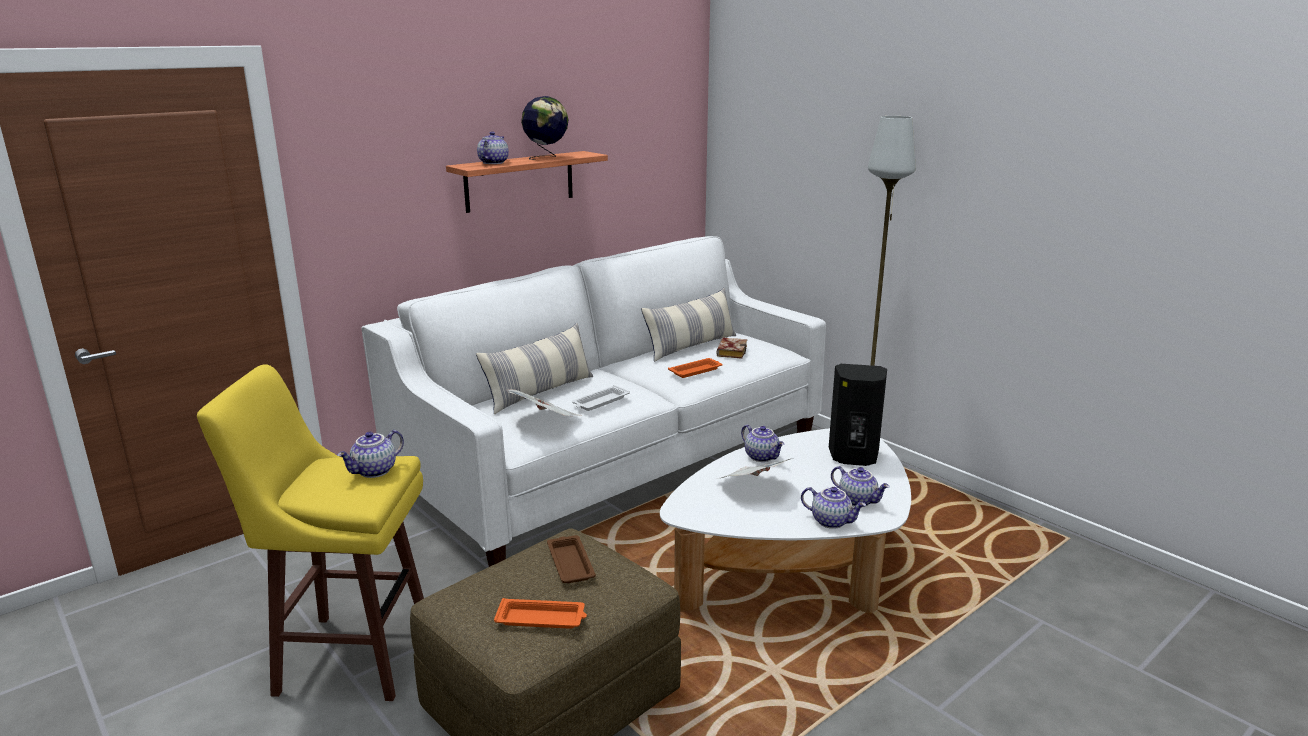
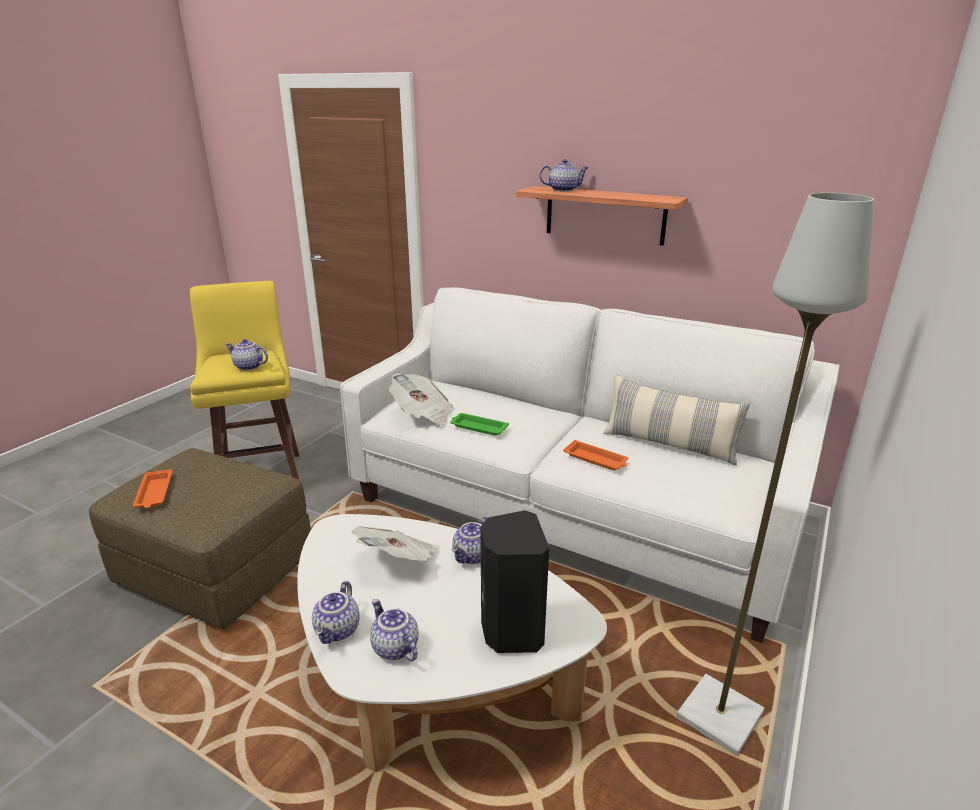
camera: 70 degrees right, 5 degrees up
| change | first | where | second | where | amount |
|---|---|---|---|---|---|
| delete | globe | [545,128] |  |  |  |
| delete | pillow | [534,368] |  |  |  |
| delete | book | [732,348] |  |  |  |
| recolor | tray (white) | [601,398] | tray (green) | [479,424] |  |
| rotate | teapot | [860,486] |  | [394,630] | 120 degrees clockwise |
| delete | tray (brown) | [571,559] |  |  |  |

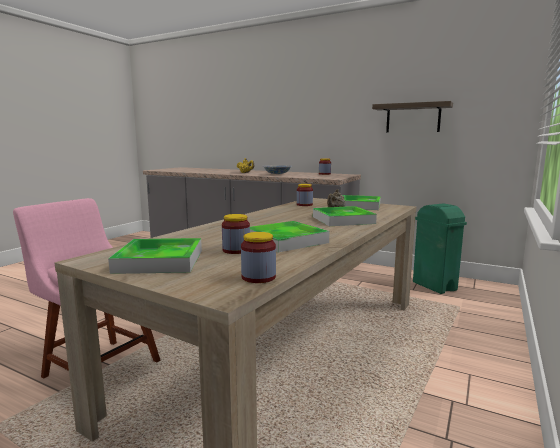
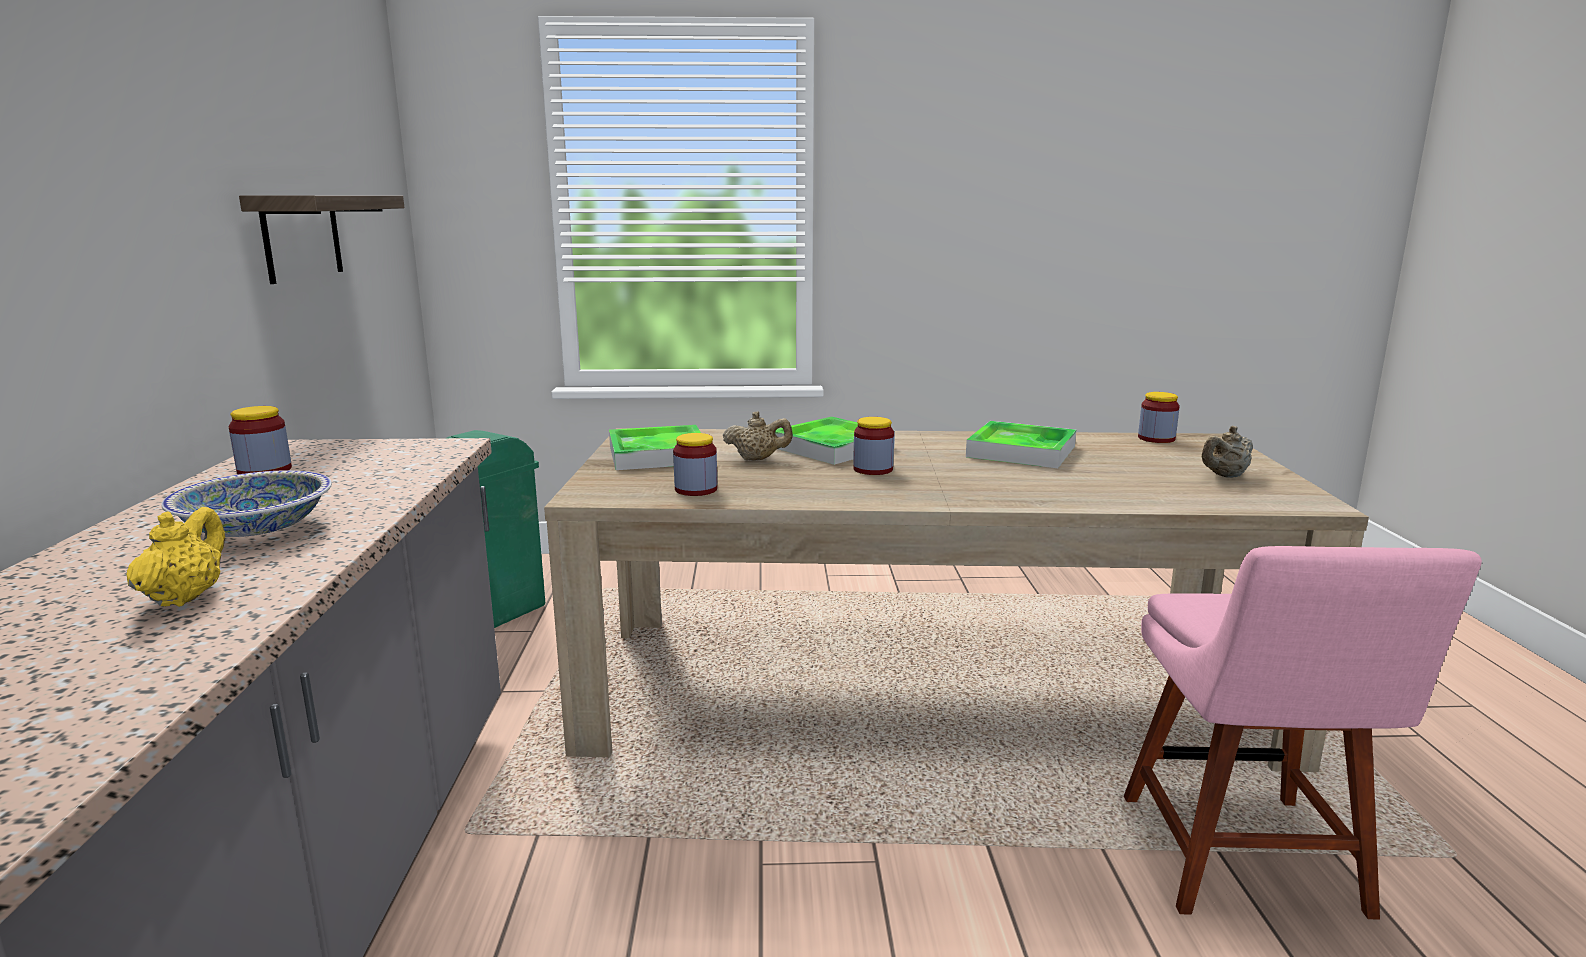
camera: 120 degrees left, 5 degrees up
| change | first | where | second | where | amount |
|---|---|---|---|---|---|
| move | jar | [236,234] |  | [873,446] |  |
| replace | tray | [155,256] | teapot (beige) | [1227,452] |  |

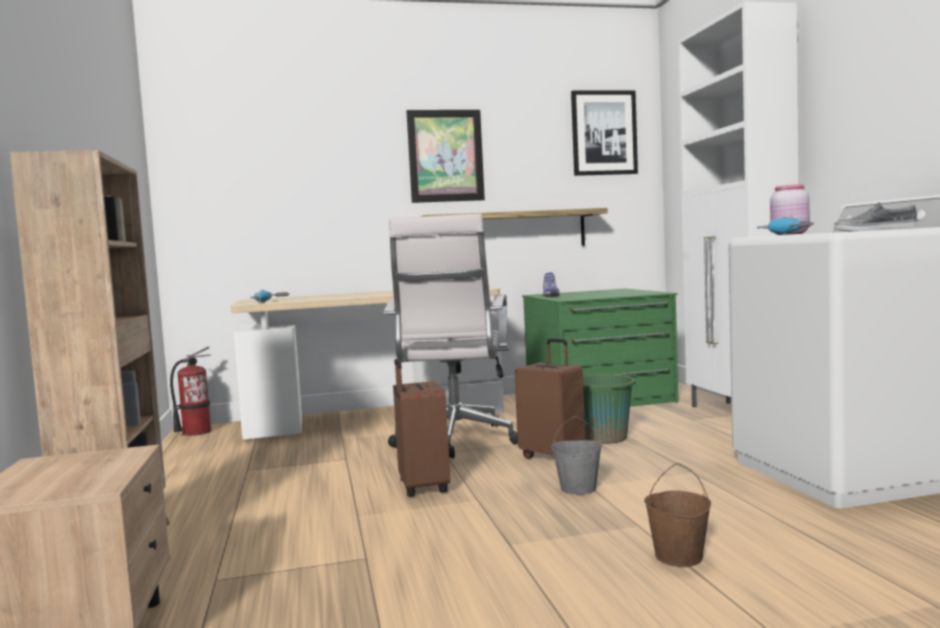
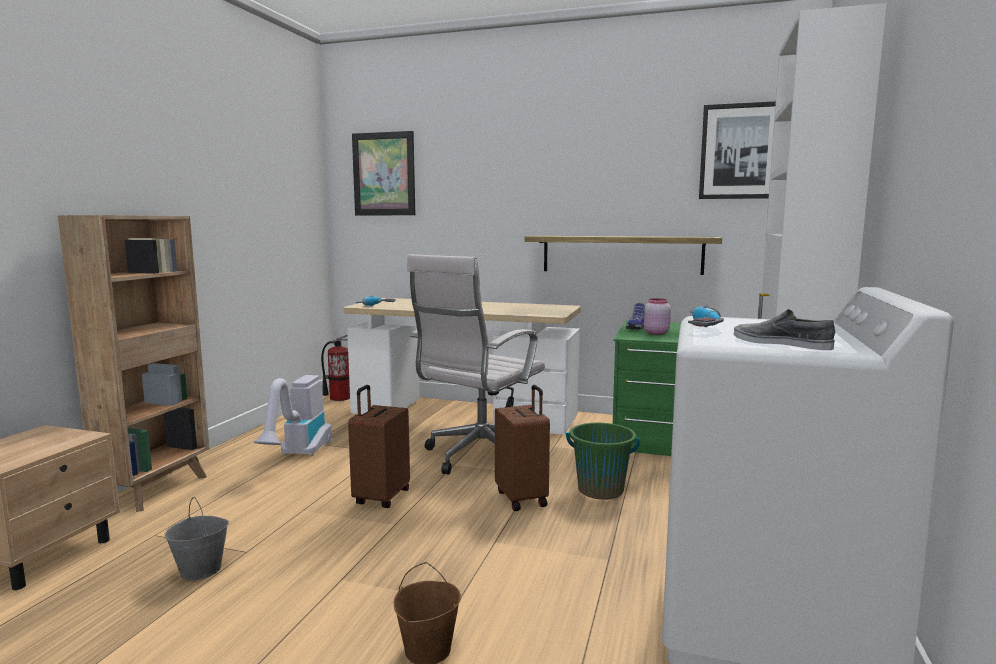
camera: 30 degrees right, 5 degrees up
| change | first | where | second | where | amount |
|---|---|---|---|---|---|
| move | picture | [445,156] |  | [384,173] |  |
| move | jar (pink) | [790,209] |  | [657,316] |  |
| move | bucket (grey) | [576,455] |  | [197,538] |  |
| insert |  |  | vacuum cleaner | [293,415] |  |

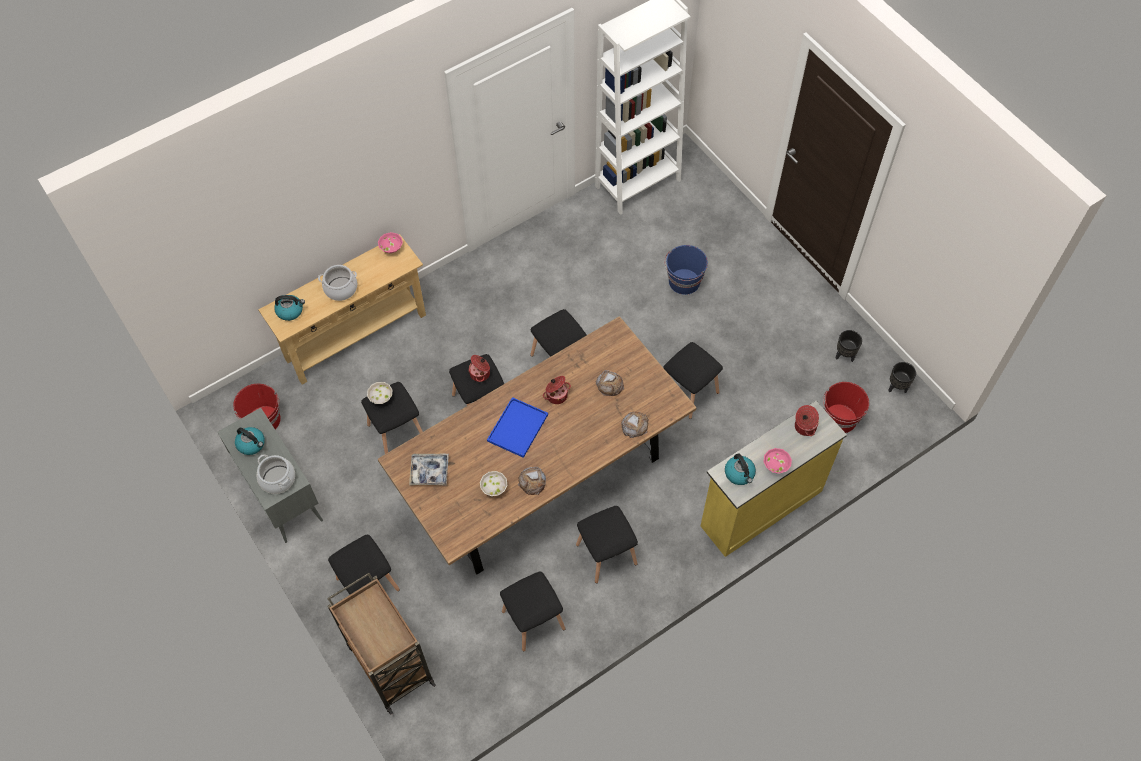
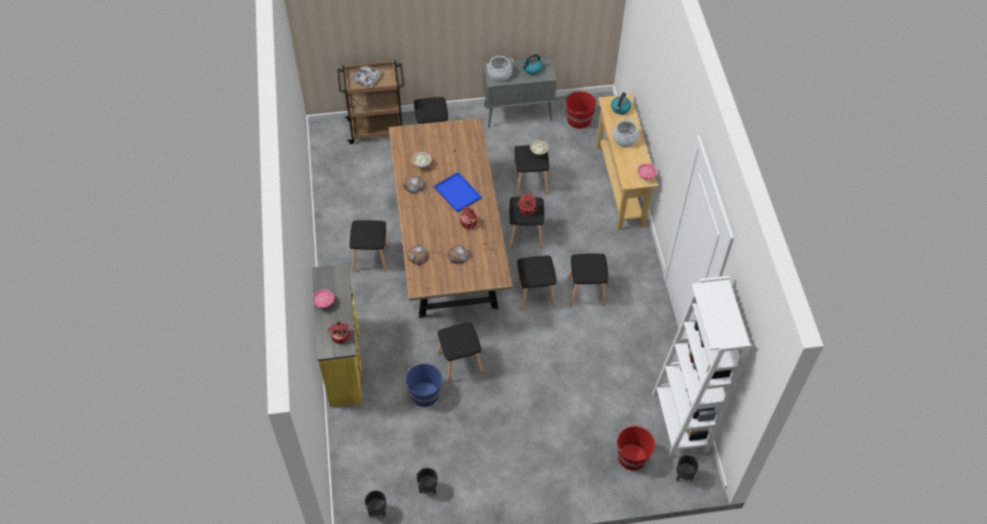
camera: 115 degrees right, 5 degrees down
| change | first | where | second | where | amount |
|---|---|---|---|---|---|
| move | bucket (blue) | [686,270] |  | [423,384] |  |
| move | bucket (red) | [846,407] |  | [635,448] |  |
| move | tray | [429,469] |  | [366,76] |  |
| delete | kettle | [740,469] |  |  |  |
| move | stool (black) | [532,611] |  | [588,280] |  |
| insert |  |  | planter (black) | [687,468] |  |

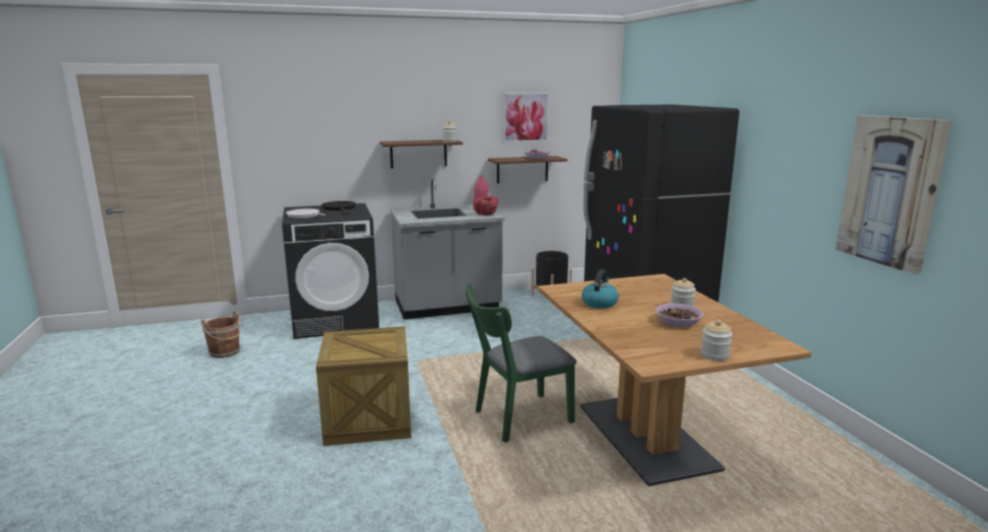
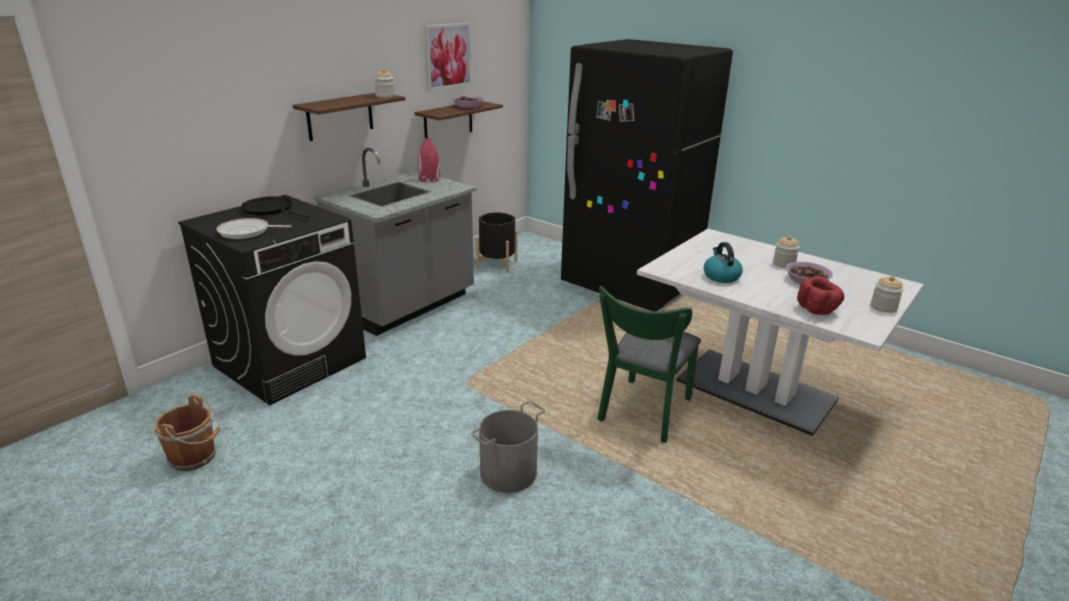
camera: 35 degrees left, 10 degrees up
| change | first | where | second | where | amount |
|---|---|---|---|---|---|
| delete | picture | [893,195] |  |  |  |
| move | bowl (red) | [486,205] |  | [820,295] |  |
| recolor | dining table (brown) | [674,380] | dining table (white) | [780,332] |  |
| replace | crate | [363,386] | bucket (grey) | [508,447] |  |

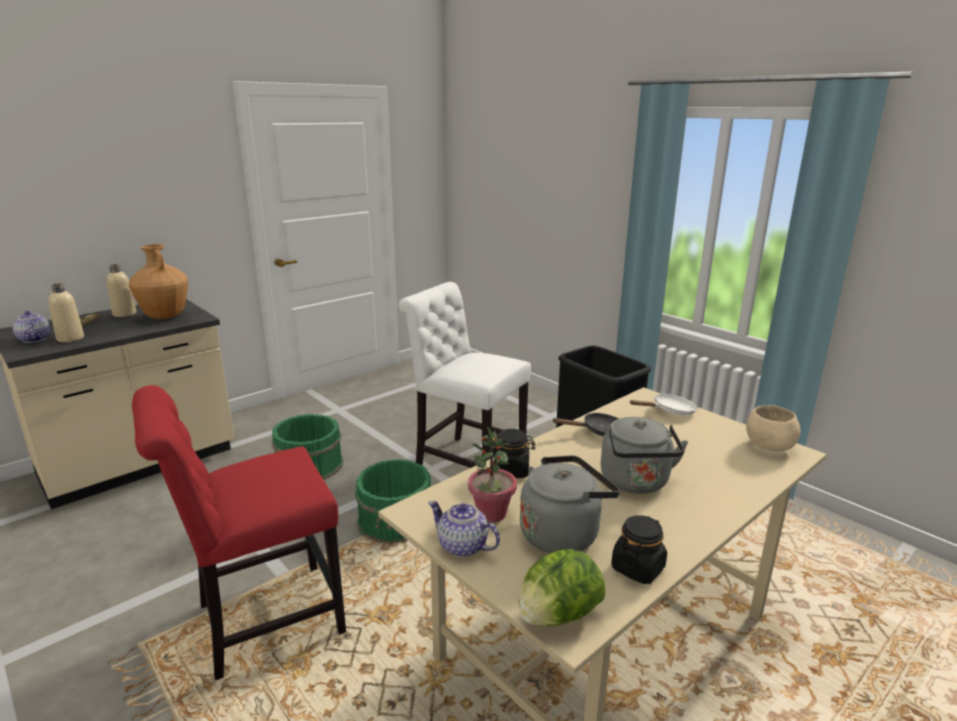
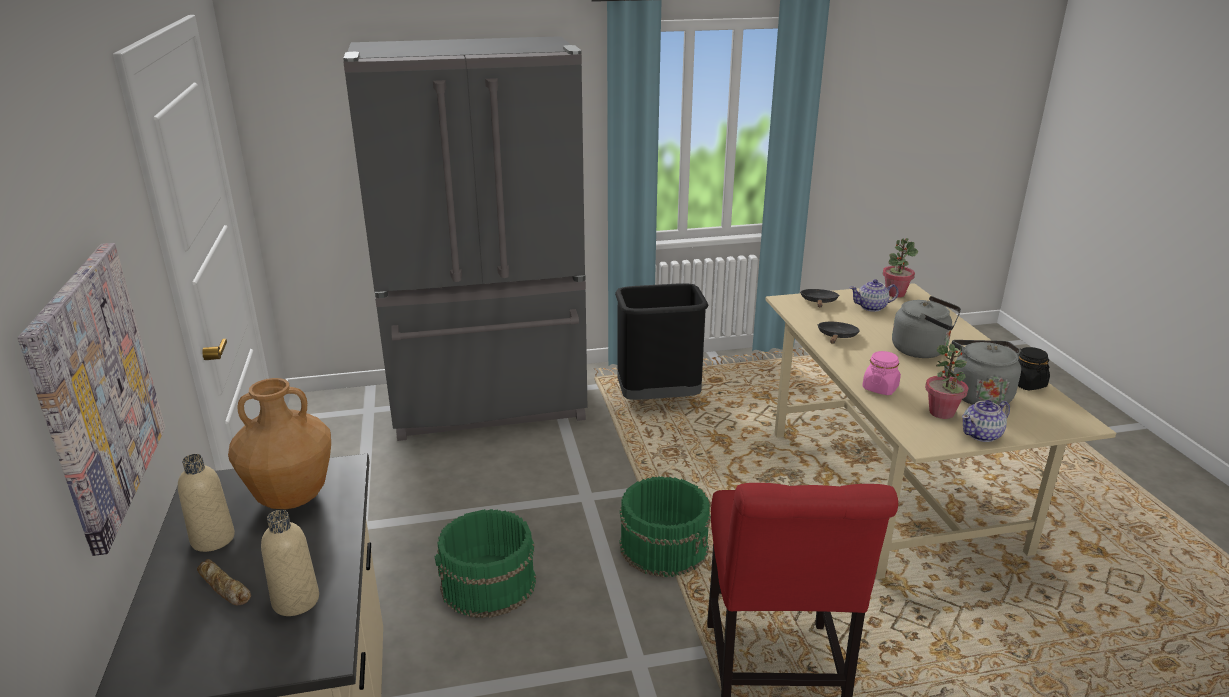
camera: 60 degrees left, 5 degrees up
| change | first | where | second | where | amount |
|---|---|---|---|---|---|
| delete | chair (white) | [465,375] |  |  |  |
| move | teapot | [31,327] |  | [874,295] |  |
| recolor | frying pan (white) | [664,404] | frying pan (black) | [819,298] |  |
| replace | bowl (beige) | [773,428] | potted plant | [900,268] |  |
| recolor | jar (black) | [512,453] | jar (pink) | [881,373] |  |
| delete | lettuce | [562,587] |  |  |  |
| insert |  |  | fridge (grey) | [465,238] |  |
| insert |  |  | picture | [91,399] |  |

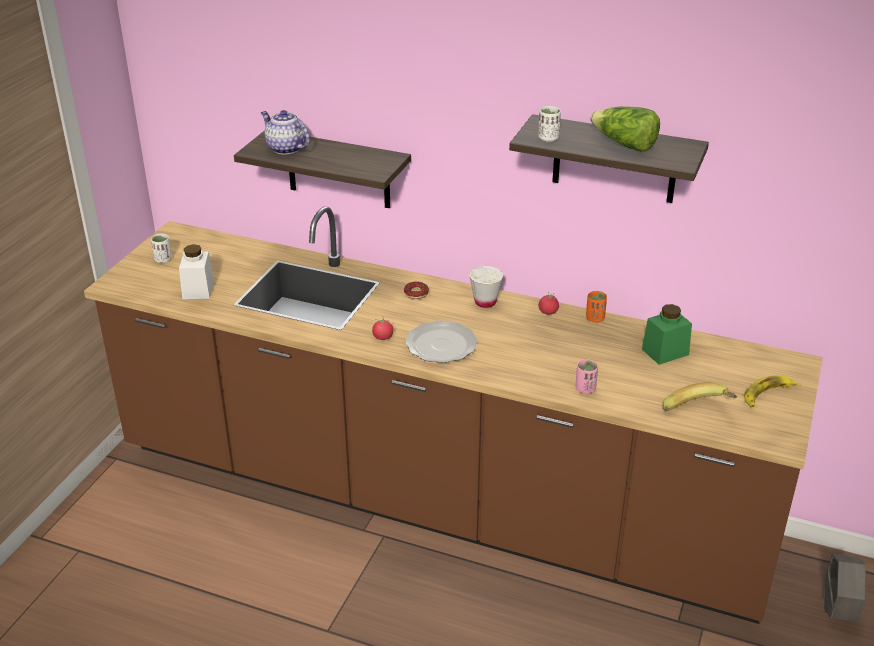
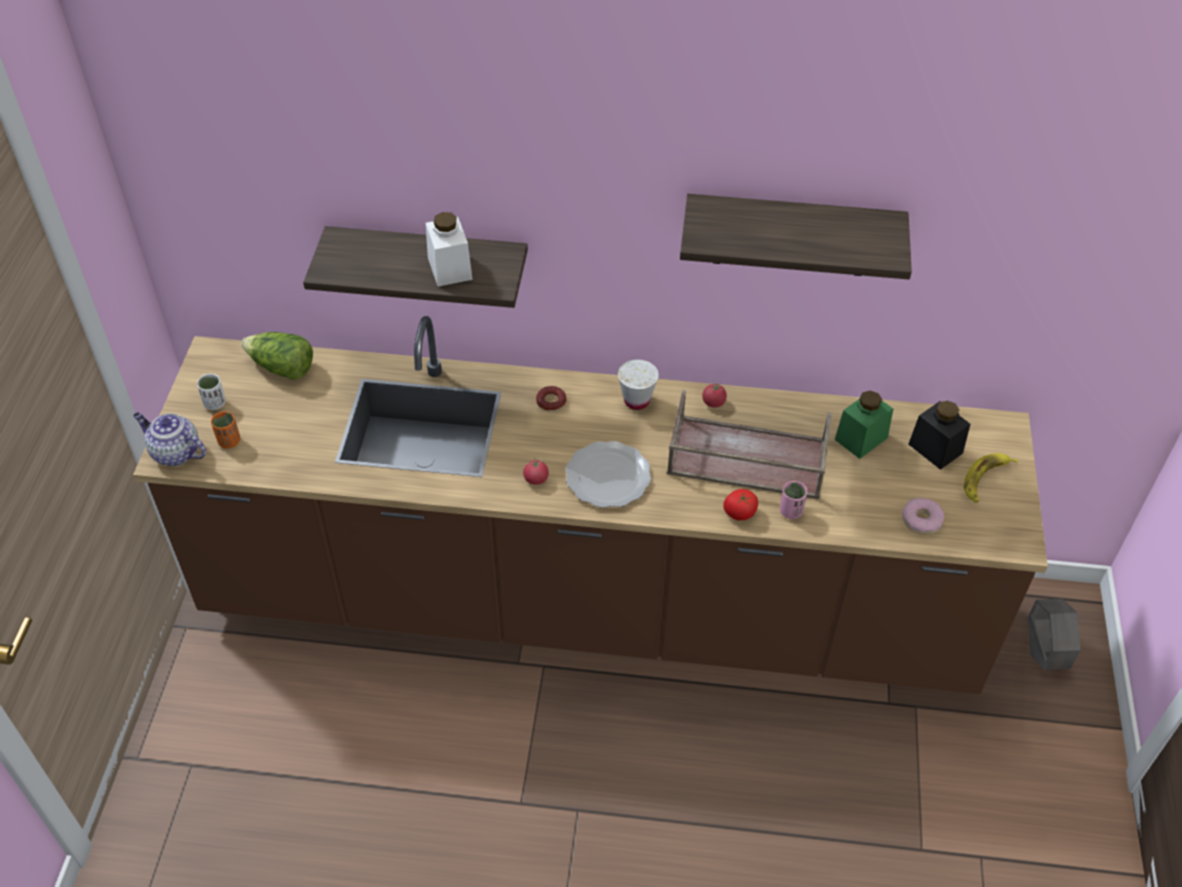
camera: 15 degrees left, 15 degrees up
| change | first | where | second | where | amount |
|---|---|---|---|---|---|
| delete | cup (white) | [549,124] |  |  |  |
| move | lettuce | [625,129] |  | [277,356] |  |
| move | teapot | [285,132] |  | [169,439] |  |
| move | jar (white) | [196,271] |  | [449,249] |  |
| move | cup (orange) | [596,306] |  | [225,429] |  |
| replace | banana | [700,396] | donut | [923,516] |  |
| insert |  |  | tray (brown) | [749,444] |  |
| insert |  |  | jar (black) | [939,435] |  |
| insert |  |  | tomato | [740,505] |  |

